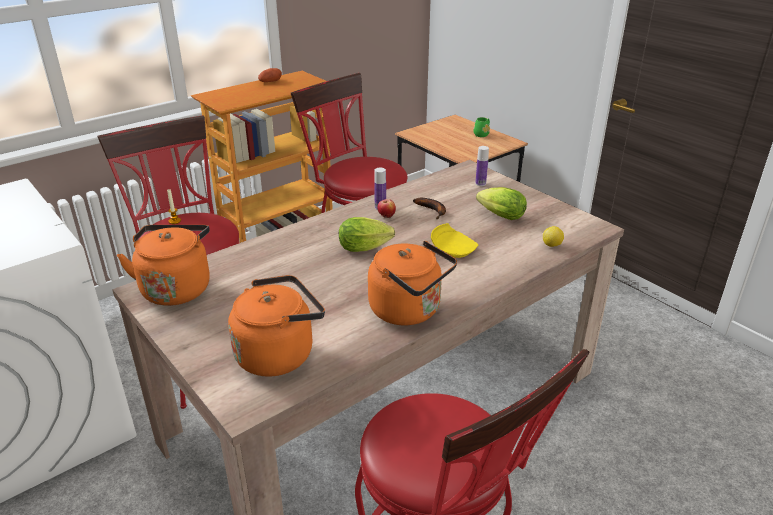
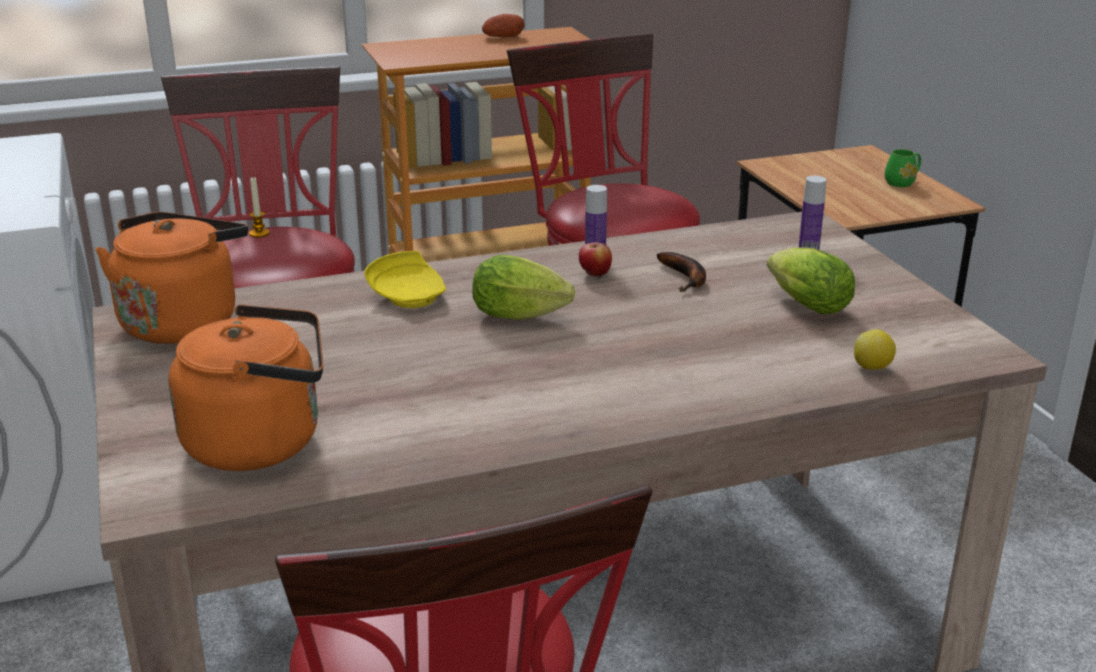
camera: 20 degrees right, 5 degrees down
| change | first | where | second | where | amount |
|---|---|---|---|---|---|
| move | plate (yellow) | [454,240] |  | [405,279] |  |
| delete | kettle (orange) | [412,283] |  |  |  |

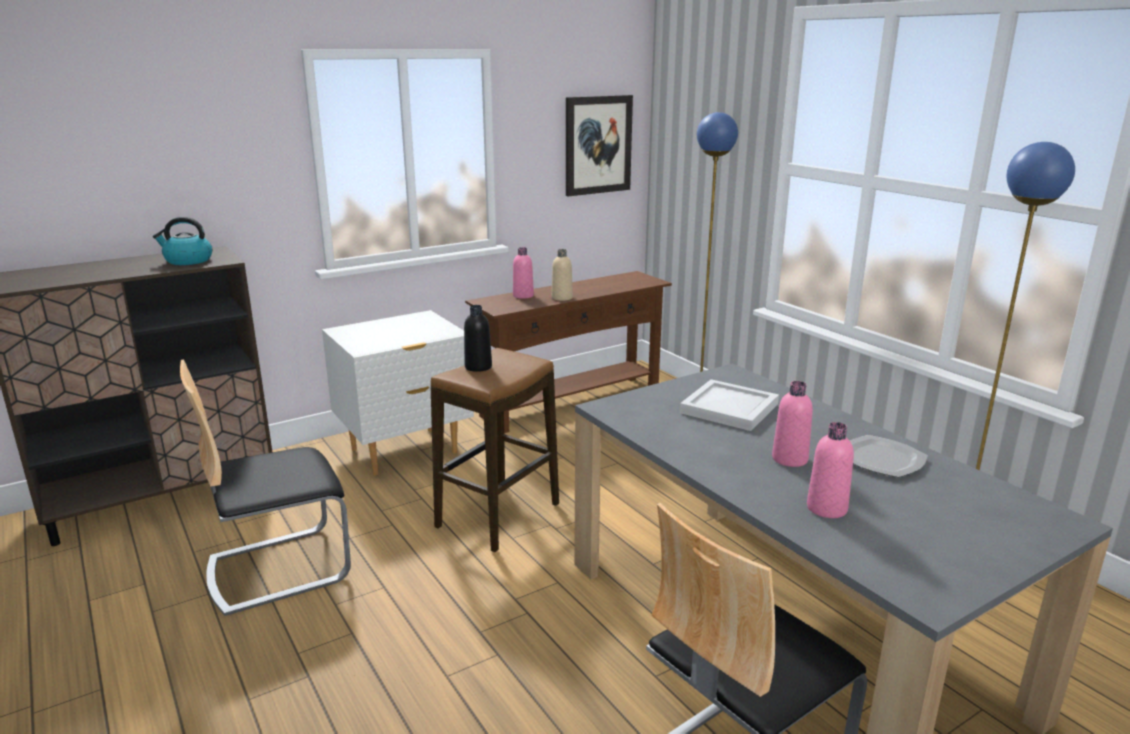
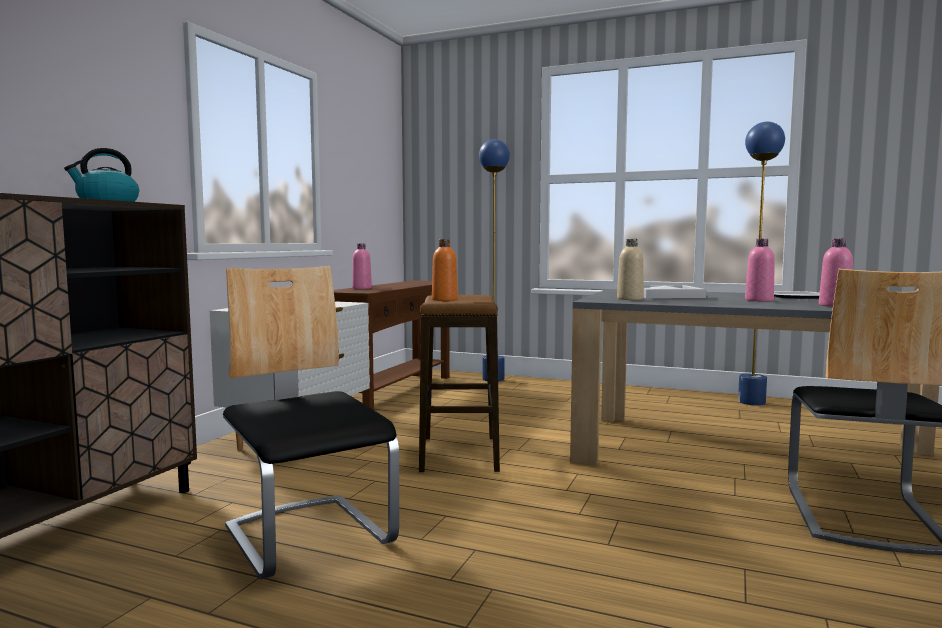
camera: 35 degrees left, 15 degrees down
| change | first | where | second | where | amount |
|---|---|---|---|---|---|
| delete | picture | [599,145] |  |  |  |
| move | bottle (beige) | [562,275] |  | [630,269] |  |
| recolor | bottle (black) | [478,338] | bottle (orange) | [445,270] |  |
| rotate | chair | [265,487] |  | [311,422] | 120 degrees clockwise |

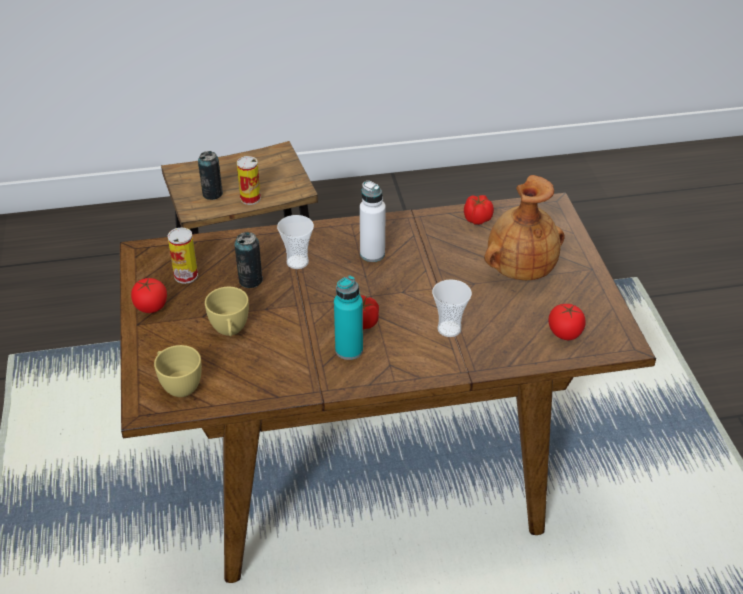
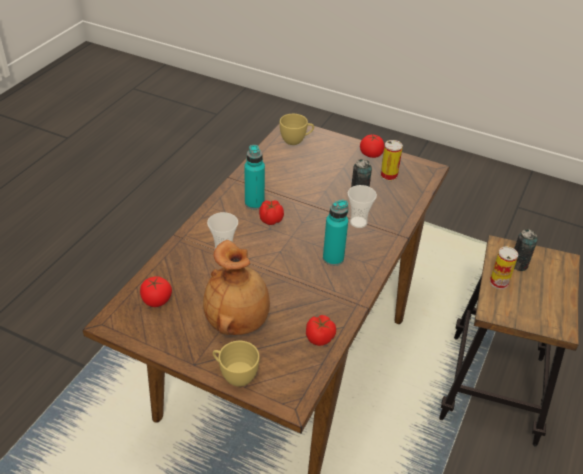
camera: 125 degrees right, 0 degrees up
| change | first | where | second | where | amount |
|---|---|---|---|---|---|
| recolor | bottle (white) | [373,221] | bottle (turquoise) | [335,233] |  |
| move | cup (yellow) | [227,311] |  | [236,364] |  |

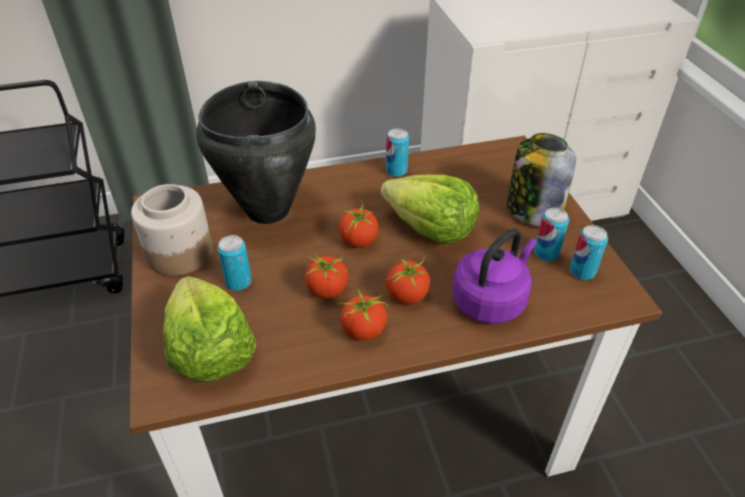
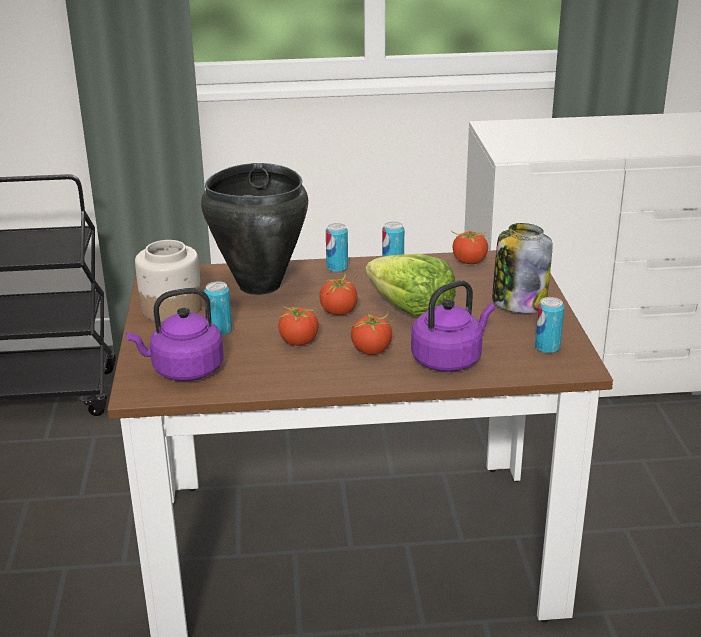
camera: 10 degrees right, 15 degrees down
| change | first | where | second | where | amount |
|---|---|---|---|---|---|
| move | can | [551,234] |  | [337,247] |  |
| replace | lettuce | [209,329] | kettle (purple) | [175,334] |  |
| move | tomato | [362,314] |  | [470,247] |  |

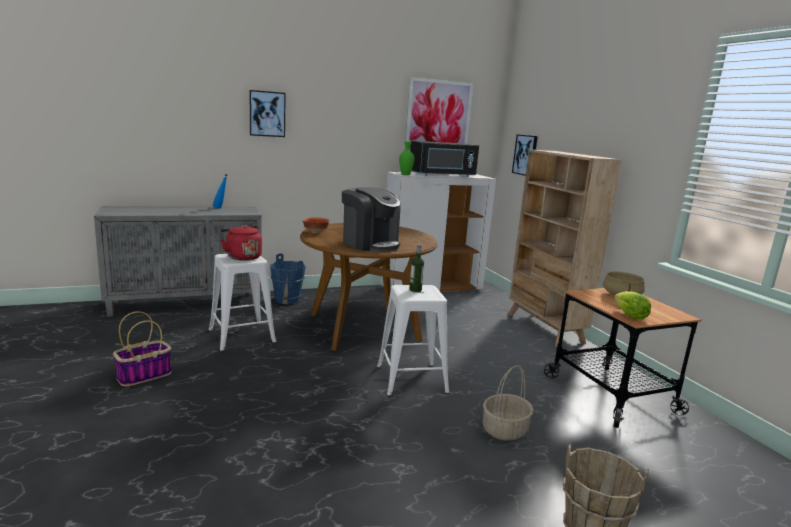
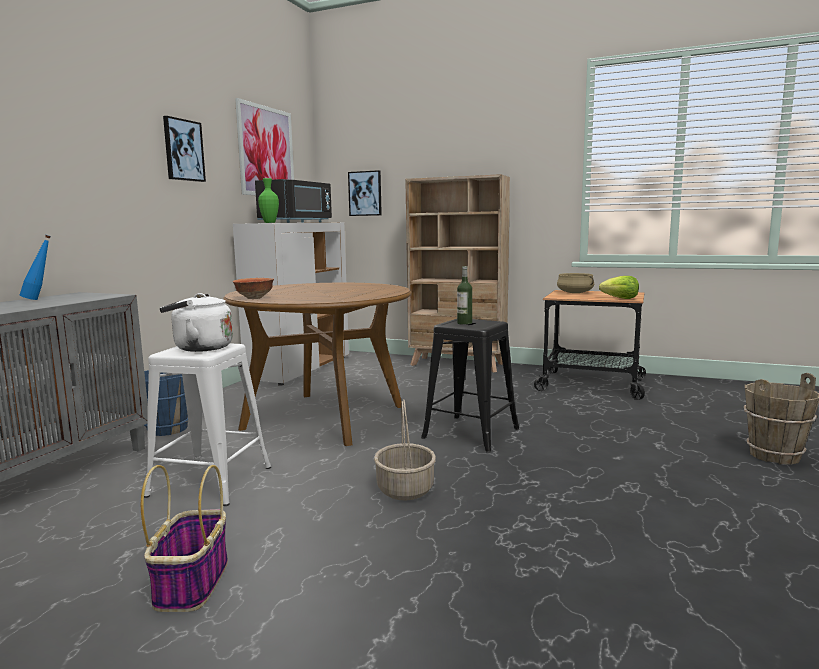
camera: 45 degrees left, 5 degrees down
| change | first | where | second | where | amount |
|---|---|---|---|---|---|
| move | picture | [268,113] |  | [184,149] |  |
| delete | coffee machine | [371,219] |  |  |  |
| recolor | kettle (red) | [241,243] | kettle (white) | [196,322] |  |
| recolor | stool (white) | [413,341] | stool (black) | [470,386] |  |
| move | basket | [508,403] |  | [405,450] |  |

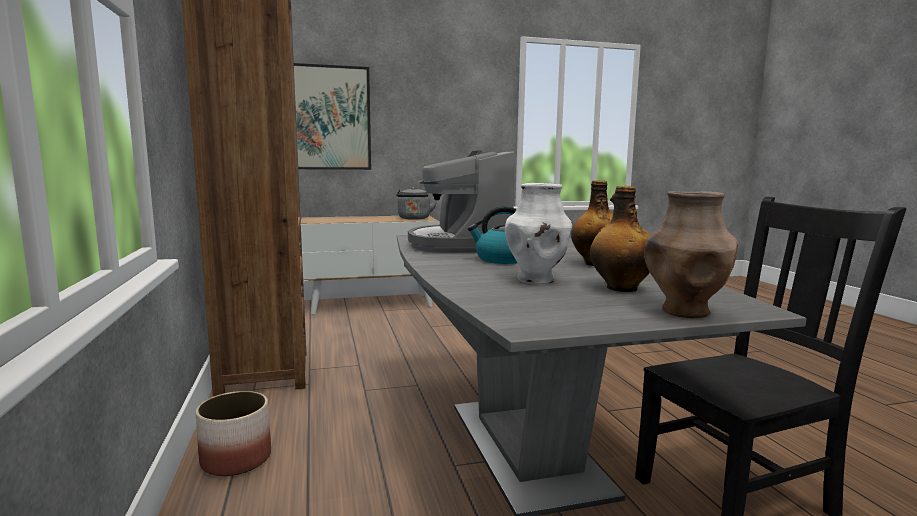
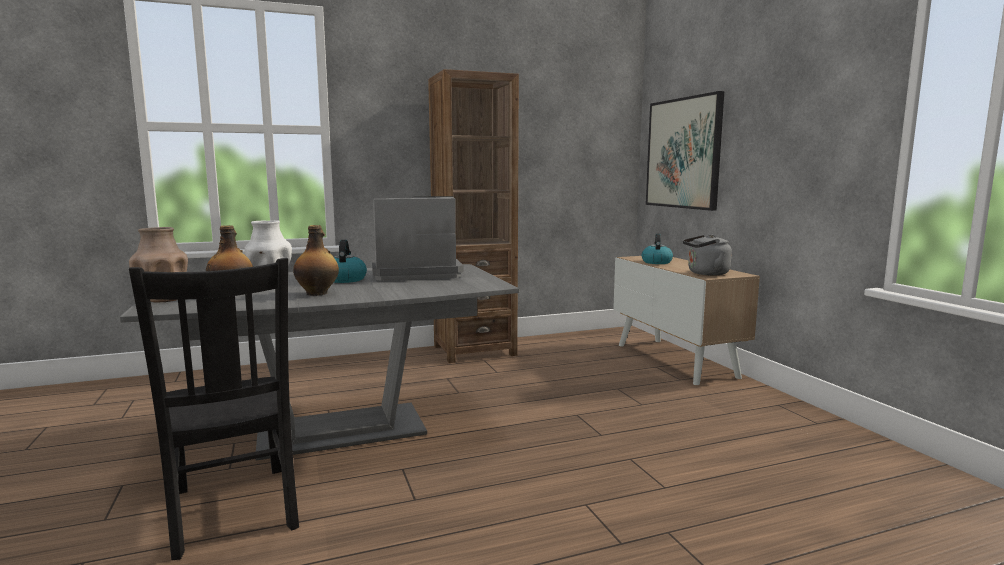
camera: 85 degrees right, 0 degrees up
| change | first | where | second | where | amount |
|---|---|---|---|---|---|
| delete | planter | [233,433] |  |  |  |
| insert |  |  | kettle | [657,248] |  |

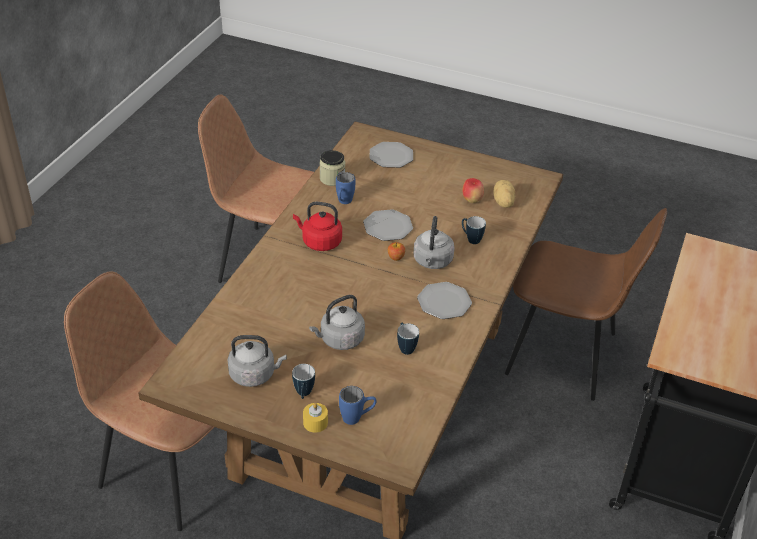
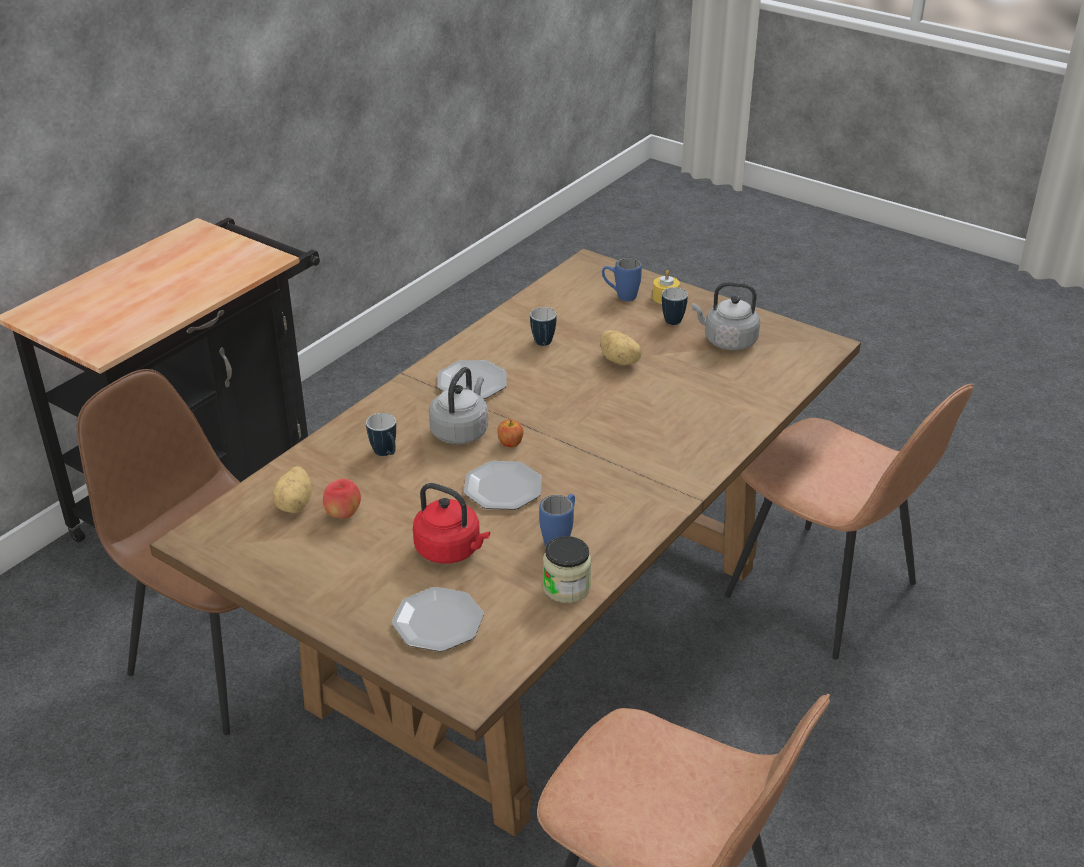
camera: 165 degrees left, 5 degrees down
| change | first | where | second | where | amount |
|---|---|---|---|---|---|
| move | kettle (red) | [317,226] |  | [451,523] |  |
| replace | kettle (grey) | [337,322] | potato | [621,347] |  |

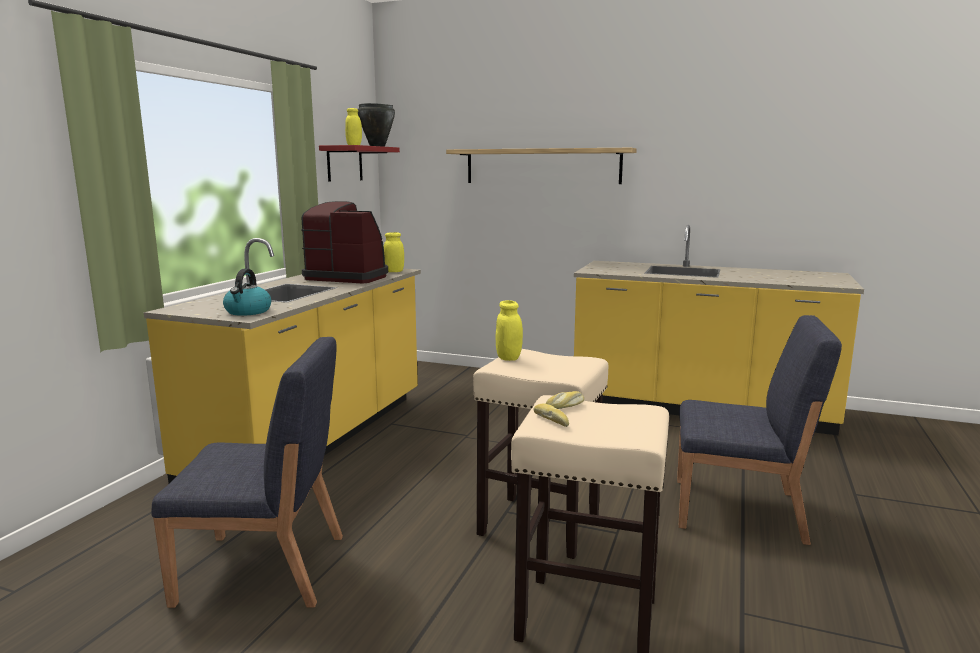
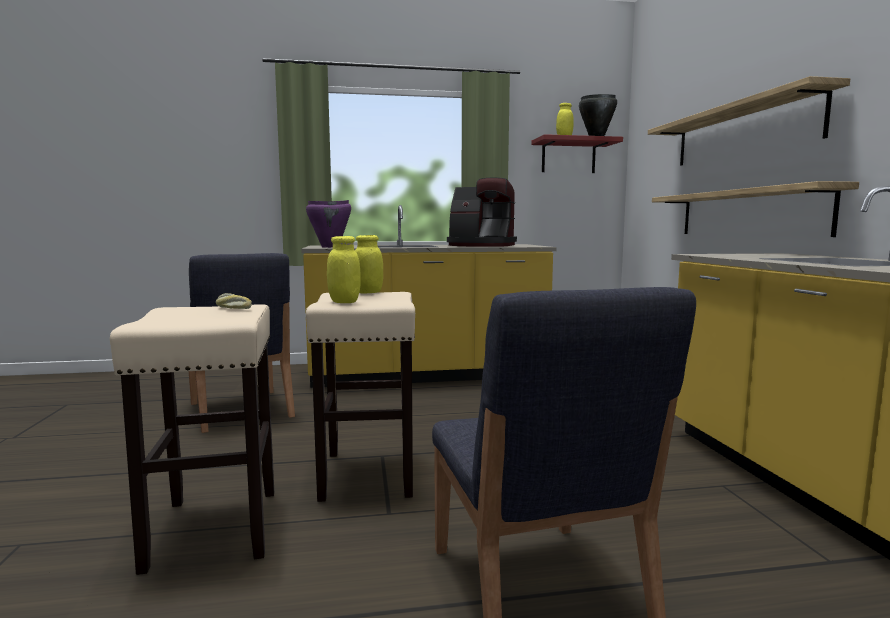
camera: 60 degrees right, 5 degrees down
| change | first | where | second | where | amount |
|---|---|---|---|---|---|
| rotate | coffee machine | [344,242] |  | [482,212] | 120 degrees clockwise |
| move | jar (yellow) | [394,252] |  | [344,269] |  |
| replace | kettle | [247,292] | cooking pot (purple) | [328,224] |  |
| delete | bread | [551,415] |  |  |  |
| insert |  |  | shelf | [755,209] |  |

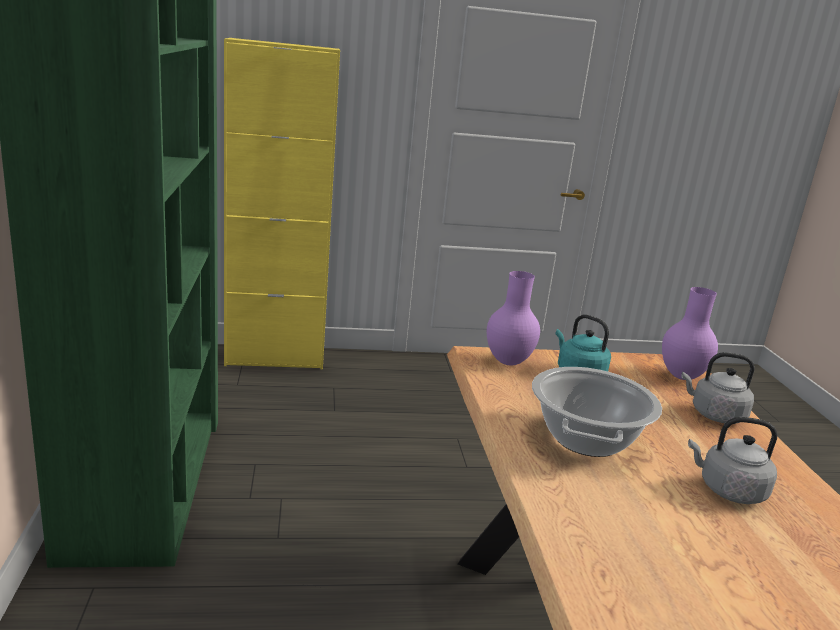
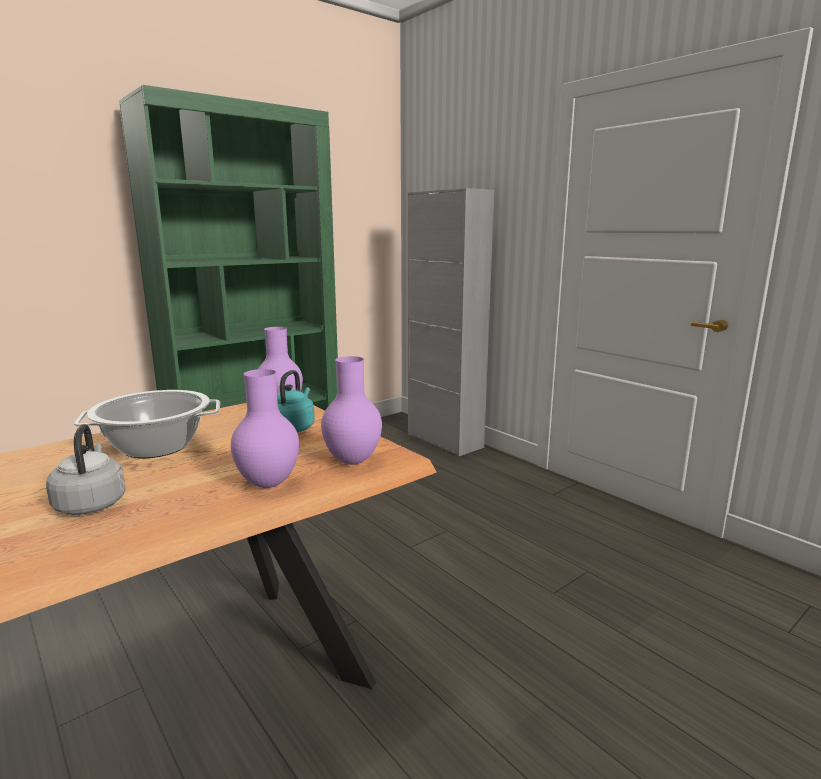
camera: 60 degrees right, 5 degrees down
| change | first | where | second | where | amount |
|---|---|---|---|---|---|
| recolor | cabinet (yellow) | [282,203] | cabinet (grey) | [451,322] |  |
| replace | kettle (grey) | [718,388] | vase (purple) | [265,428] |  |

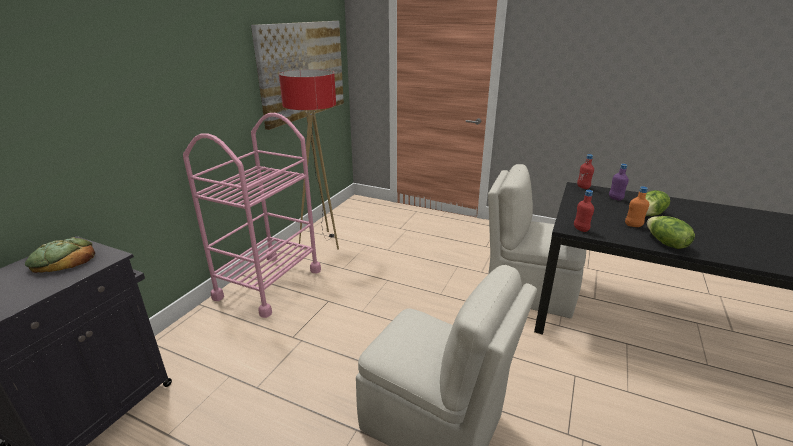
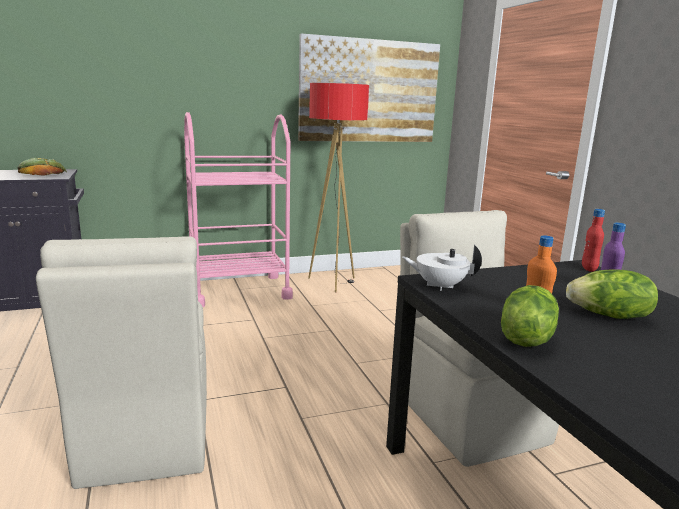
camera: 45 degrees right, 10 degrees down
| change | first | where | second | where | amount |
|---|---|---|---|---|---|
| replace | bottle (red) | [584,211] | teapot (white) | [442,268] |  |

